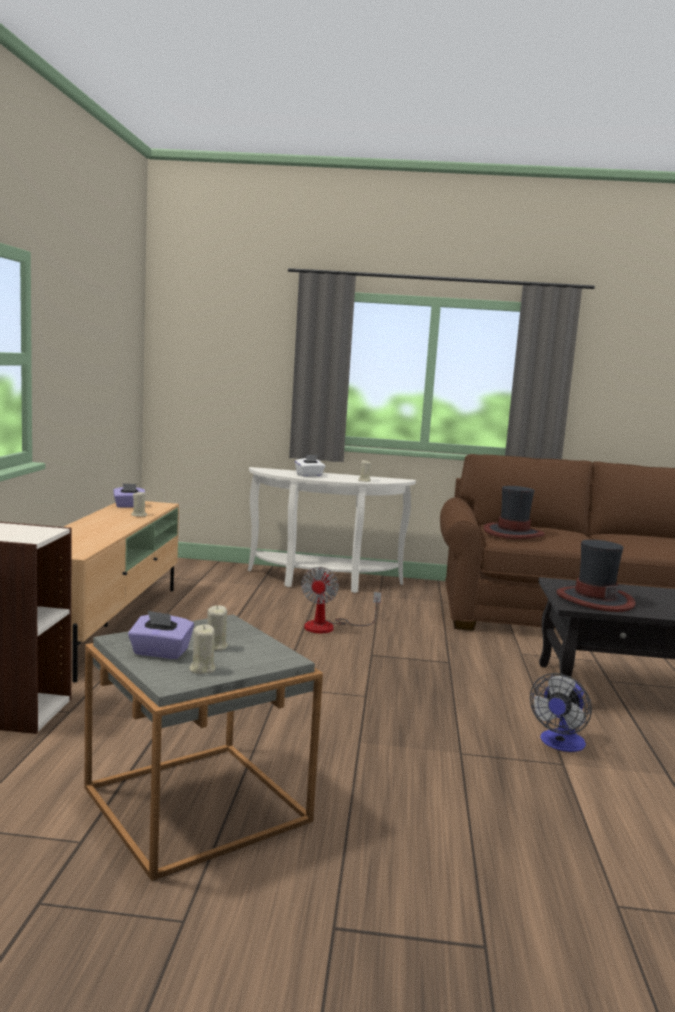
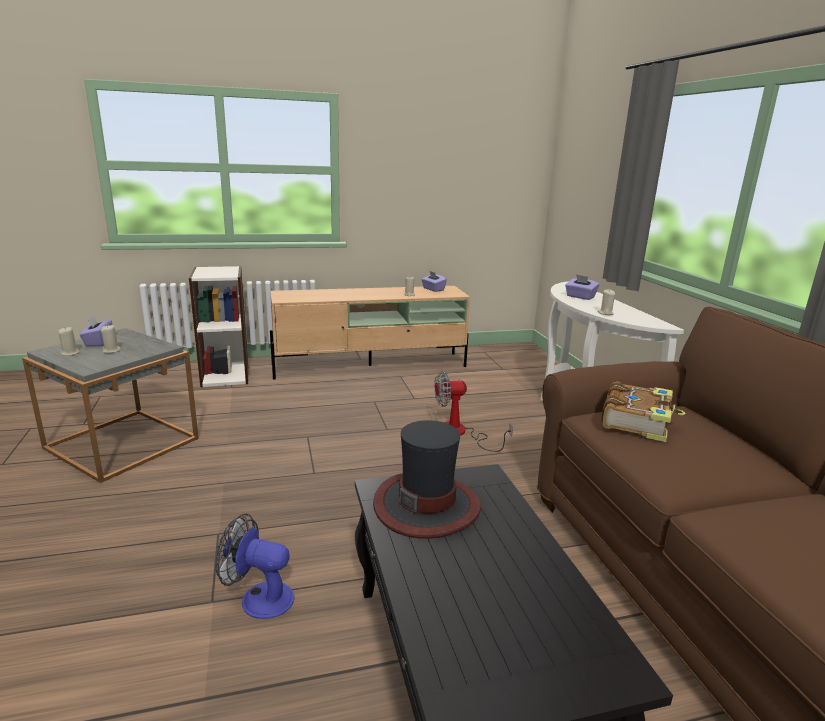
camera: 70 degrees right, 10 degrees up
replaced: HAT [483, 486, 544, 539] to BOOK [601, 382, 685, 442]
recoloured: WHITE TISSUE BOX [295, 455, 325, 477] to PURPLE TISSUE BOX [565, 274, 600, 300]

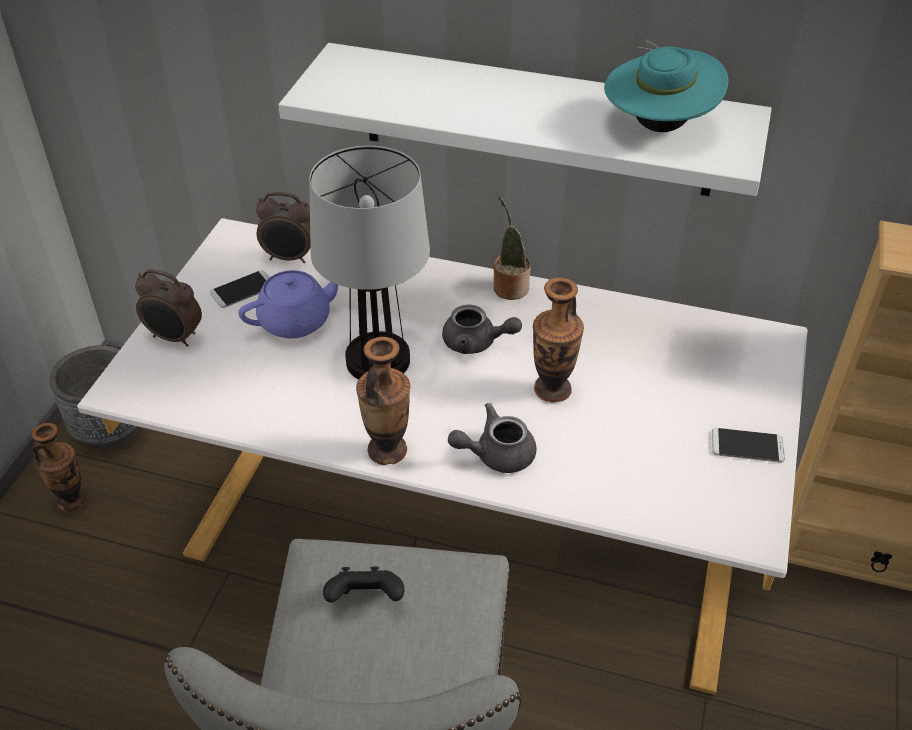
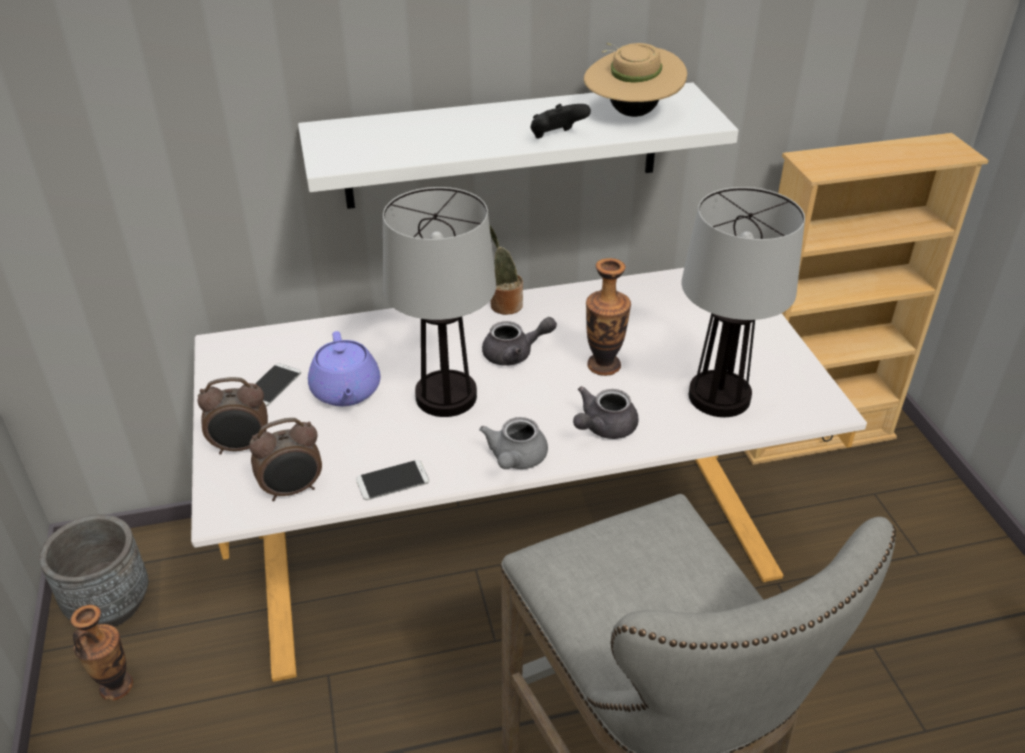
camera: 30 degrees left, 5 degrees down
added: TABLE LAMP [681, 187, 805, 417]
moved: ALARM CLOCK [256, 192, 311, 263] to [249, 418, 322, 501]; BLACK GAME CONTROLLER [323, 567, 404, 603] to [530, 104, 591, 139]; PHONE [712, 428, 785, 463] to [356, 460, 429, 500]
replaced: VASE [356, 337, 410, 465] to GREY TEAPOT [479, 417, 548, 469]
recoloured: TURQUOISE HAT [604, 39, 728, 132] to BEIGE HAT [584, 43, 687, 117]
turned: PURPLE TEAPOT [238, 270, 338, 338] = [308, 331, 380, 406] 135 degrees clockwise

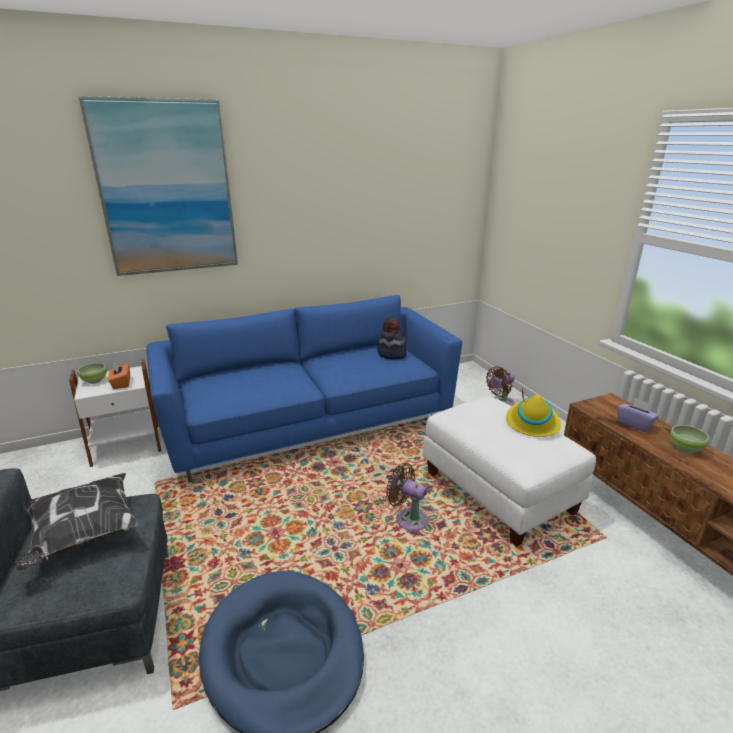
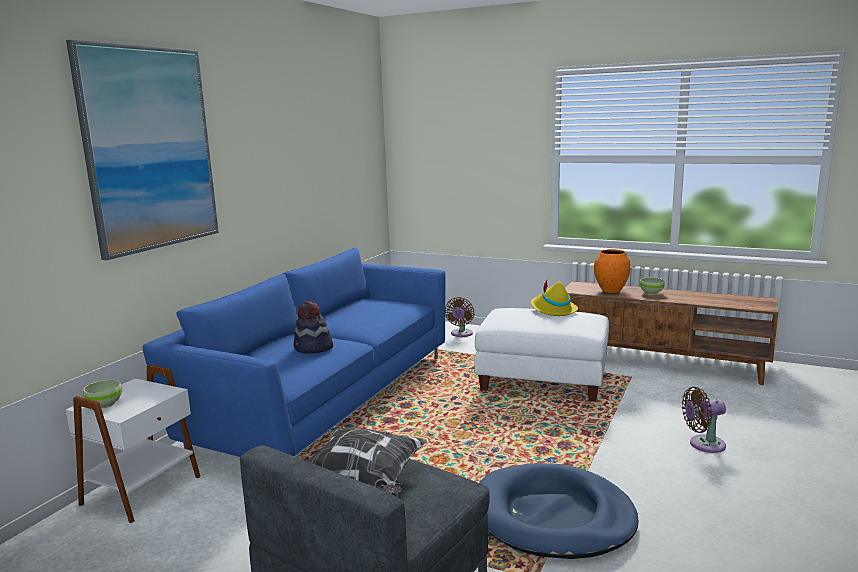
camera: 40 degrees left, 10 degrees down
removed: ORANGE TISSUE BOX [108, 362, 130, 389]
moved: HAT [378, 317, 406, 359] to [294, 301, 333, 354]; BROWN FAN [386, 463, 428, 531] to [682, 387, 726, 453]
replaced: PURPLE TISSUE BOX [617, 398, 659, 432] to ORANGE VASE [594, 249, 631, 293]

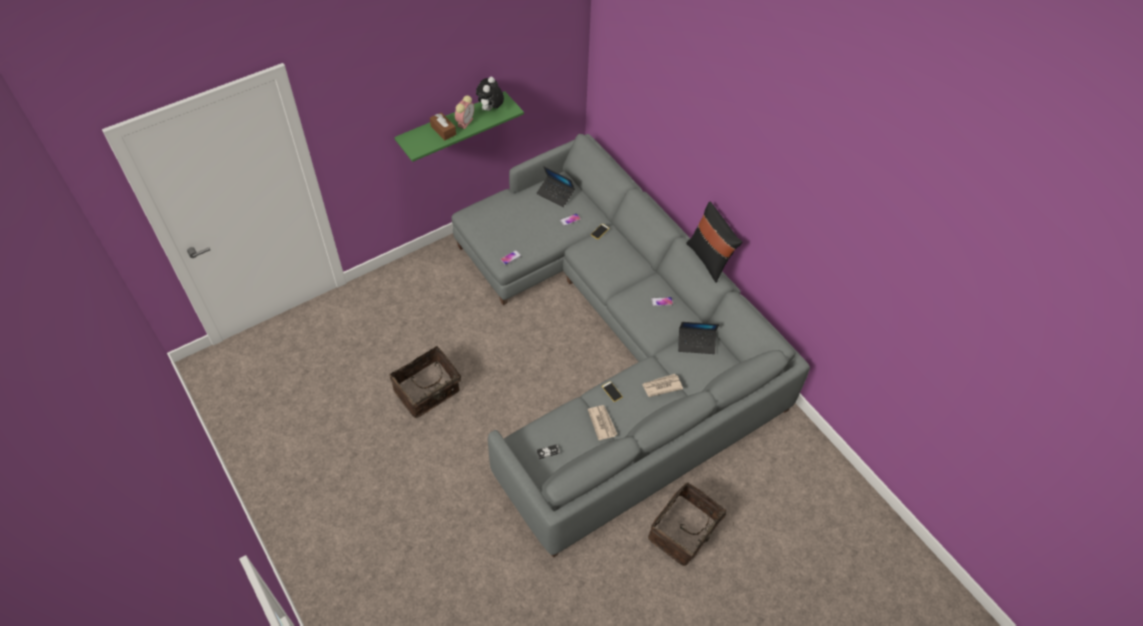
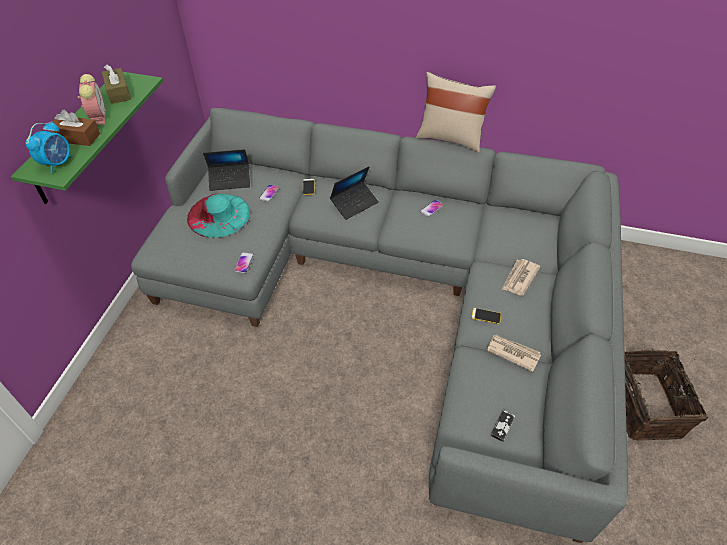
camera: 40 degrees left, 5 degrees down
removed: BASKET [390, 346, 464, 418]
added: ALARM CLOCK [25, 121, 71, 174]; TURQUOISE HAT [187, 194, 250, 238]
moved: LAPTOP [678, 322, 720, 354] to [330, 167, 379, 220]
replaced: PLUSH TOY [476, 77, 504, 111] to BROWN TISSUE BOX [102, 64, 131, 104]
recoloured: BLACK PILLOW [686, 202, 742, 283] to BEIGE PILLOW [416, 72, 496, 153]

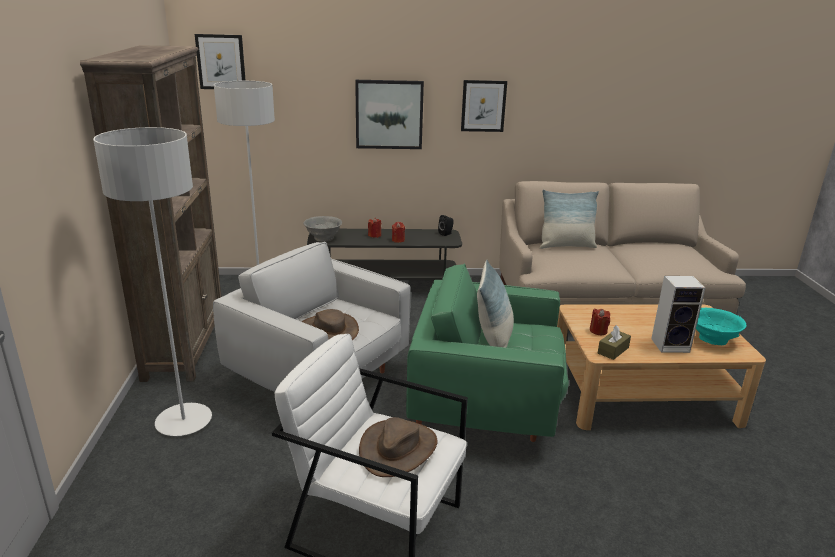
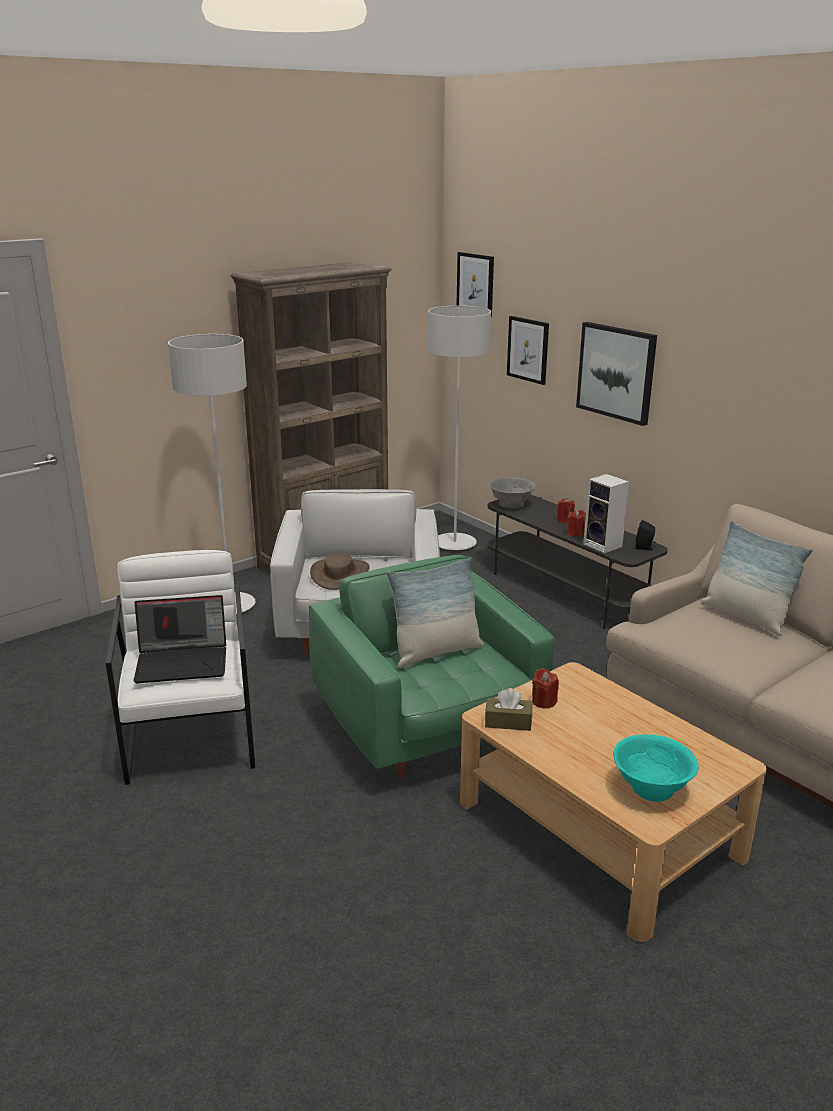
camera: 55 degrees right, 0 degrees up
moved: PICTURE [461, 80, 507, 132] to [507, 316, 549, 385]; SPEAKER [651, 276, 705, 353] to [583, 474, 629, 553]
replaced: BROWN HAT [359, 417, 437, 477] to LAPTOP [133, 595, 226, 683]

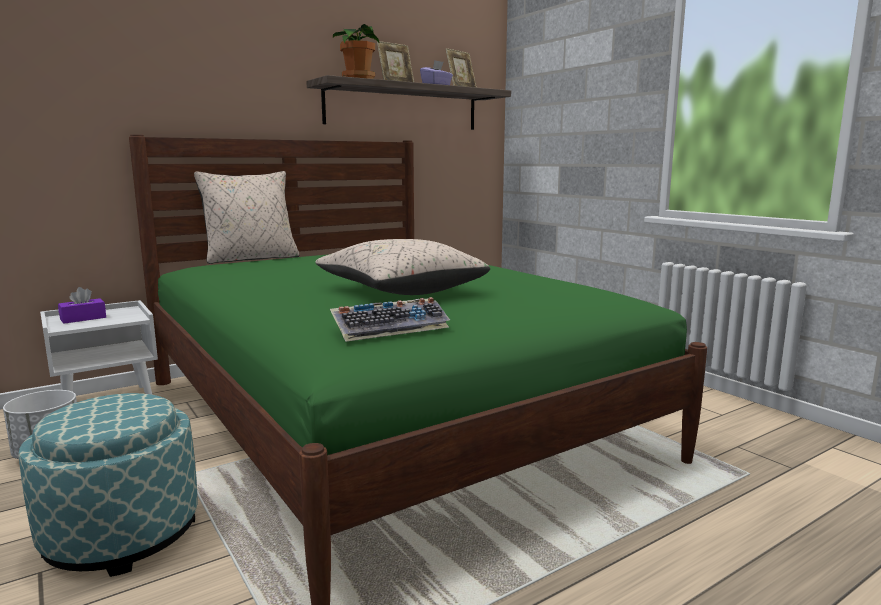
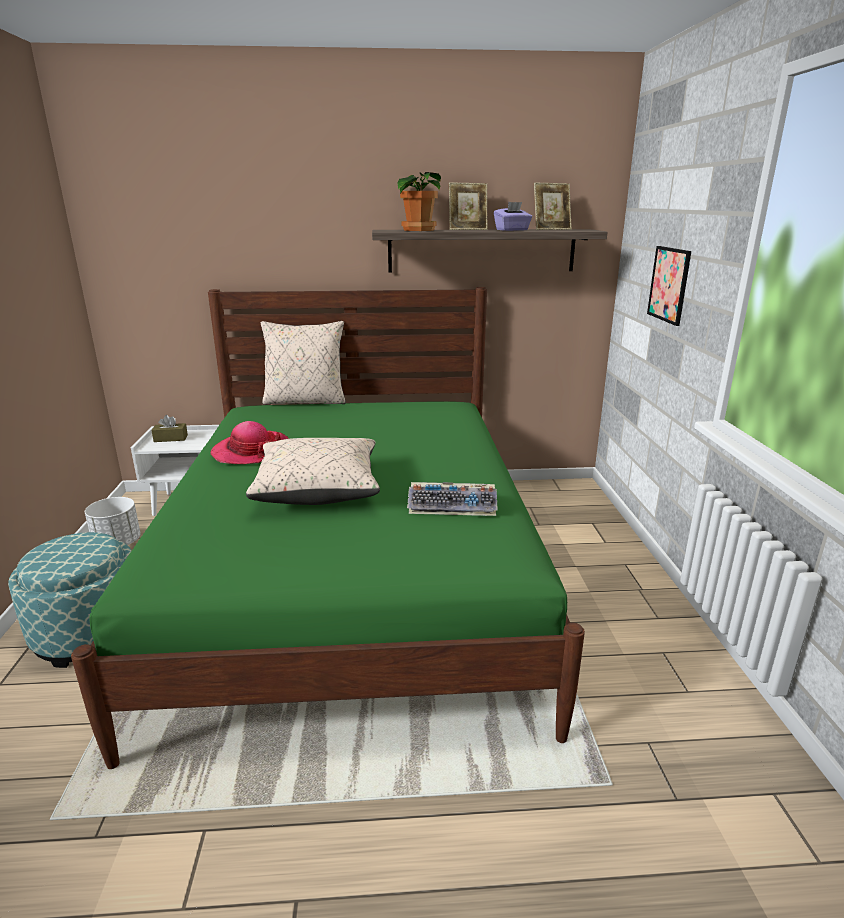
camera: 30 degrees right, 10 degrees up
added: HAT [211, 421, 289, 464]; PICTURE [647, 246, 691, 326]
moved: KEYBOARD [330, 297, 450, 342] to [407, 482, 498, 516]
recoloured: PURPLE TISSUE BOX [58, 287, 106, 324] to BROWN TISSUE BOX [152, 415, 188, 442]

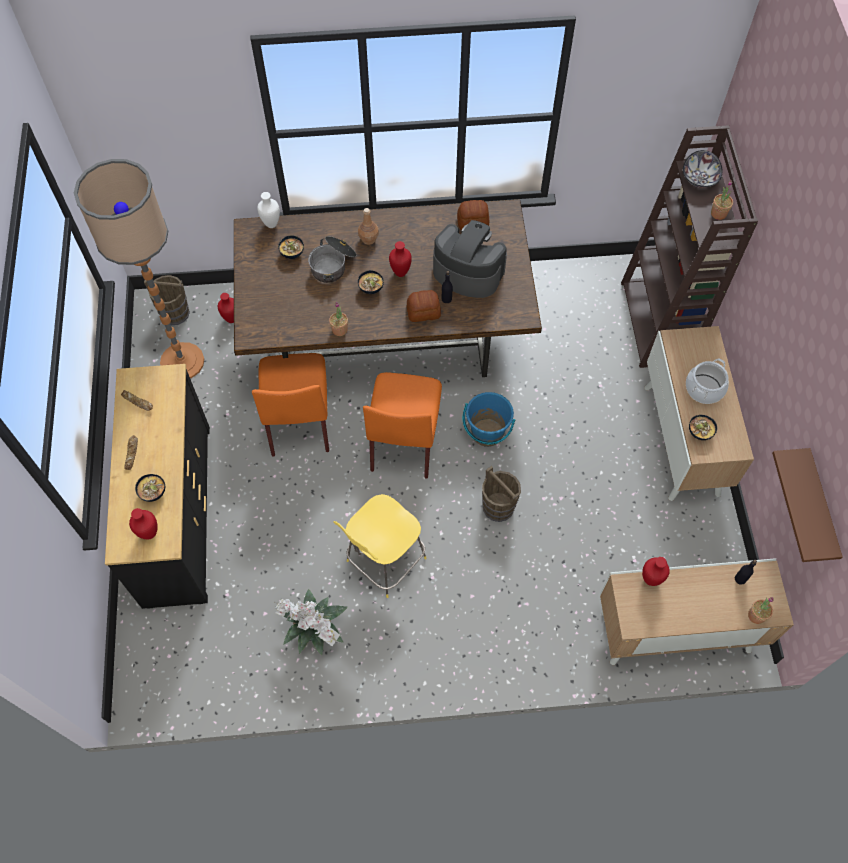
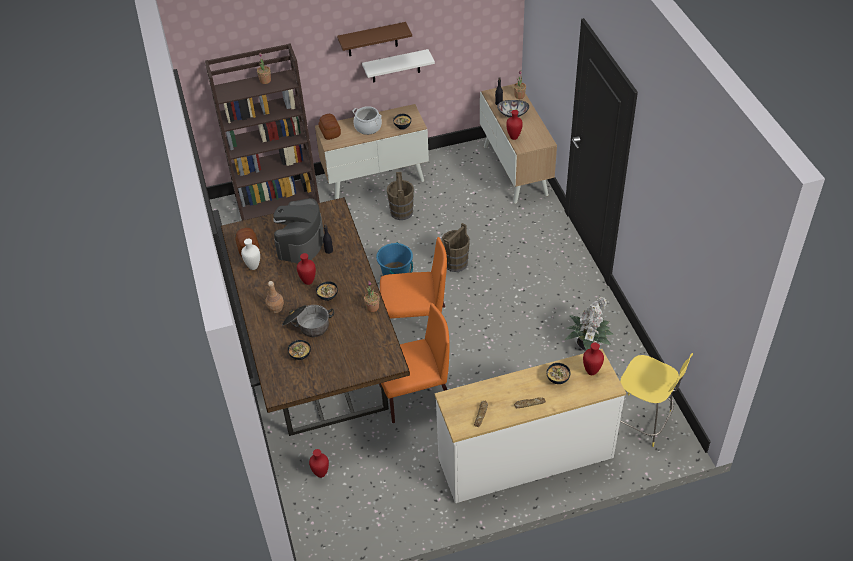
camera: 100 degrees left, 15 degrees down
removed: FLOOR LAMP [74, 159, 204, 378]
added: WHITE SHELF [362, 49, 435, 82]
moved: BROWN BUCKET [144, 275, 190, 325] to [387, 172, 414, 220]; WHITE VASE [257, 192, 280, 228] to [241, 238, 260, 270]; YELLOW STOOL [333, 494, 427, 598] to [620, 353, 693, 447]; BREAD [407, 290, 441, 322] to [318, 114, 341, 140]; BOWL [683, 150, 722, 188] to [497, 100, 529, 118]; BROWN SHELF [772, 448, 843, 562] to [337, 22, 412, 56]
recoloured: BLACK DRESSER [105, 364, 210, 609] to WHITE DRESSER [435, 349, 626, 503]

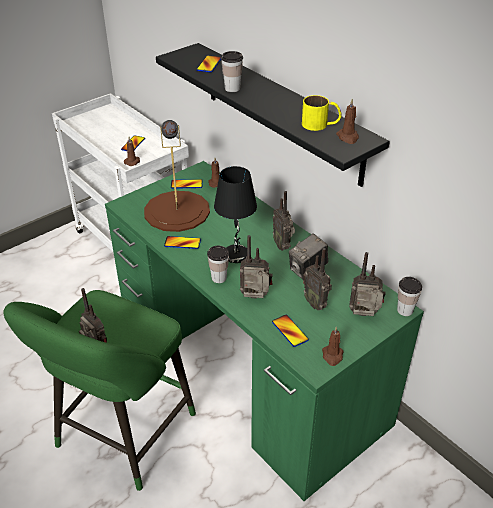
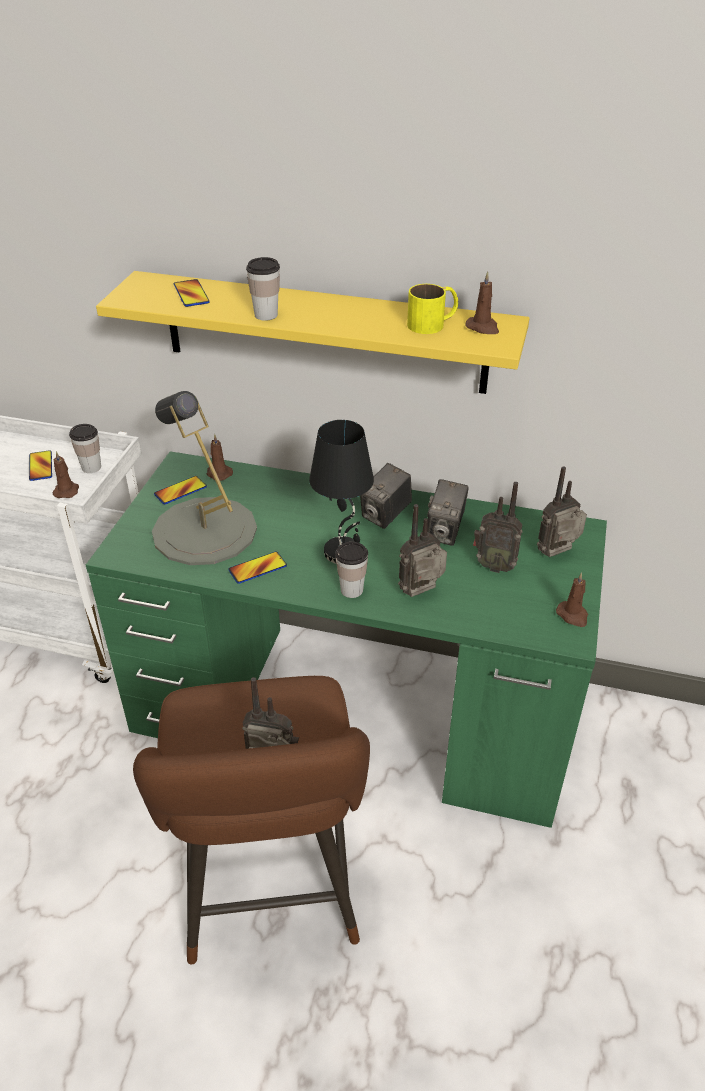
camera: 35 degrees left, 0 degrees up
removed: PHONE [272, 315, 309, 347]
moved: CUP [397, 277, 422, 316] to [69, 424, 101, 473]
replaced: RADIO [273, 191, 295, 251] to PHOTO CAMERA [360, 463, 412, 529]
recoloured: GREEN STOOL [3, 290, 196, 491] to BROWN STOOL [133, 676, 370, 965]; BROWN TABLE LAMP [144, 120, 210, 232] to GREY TABLE LAMP [152, 391, 257, 565]; BLACK SHELF [156, 43, 390, 187] to YELLOW SHELF [96, 271, 530, 394]

